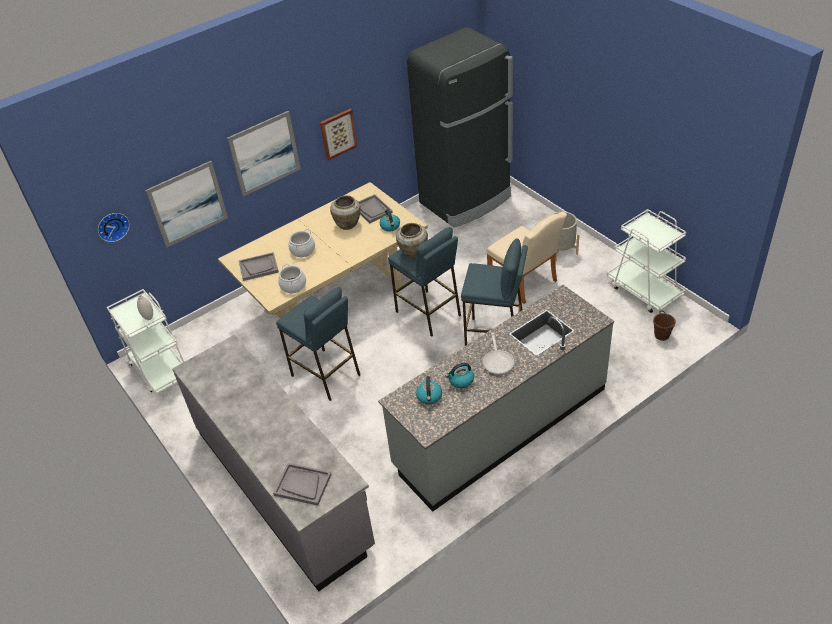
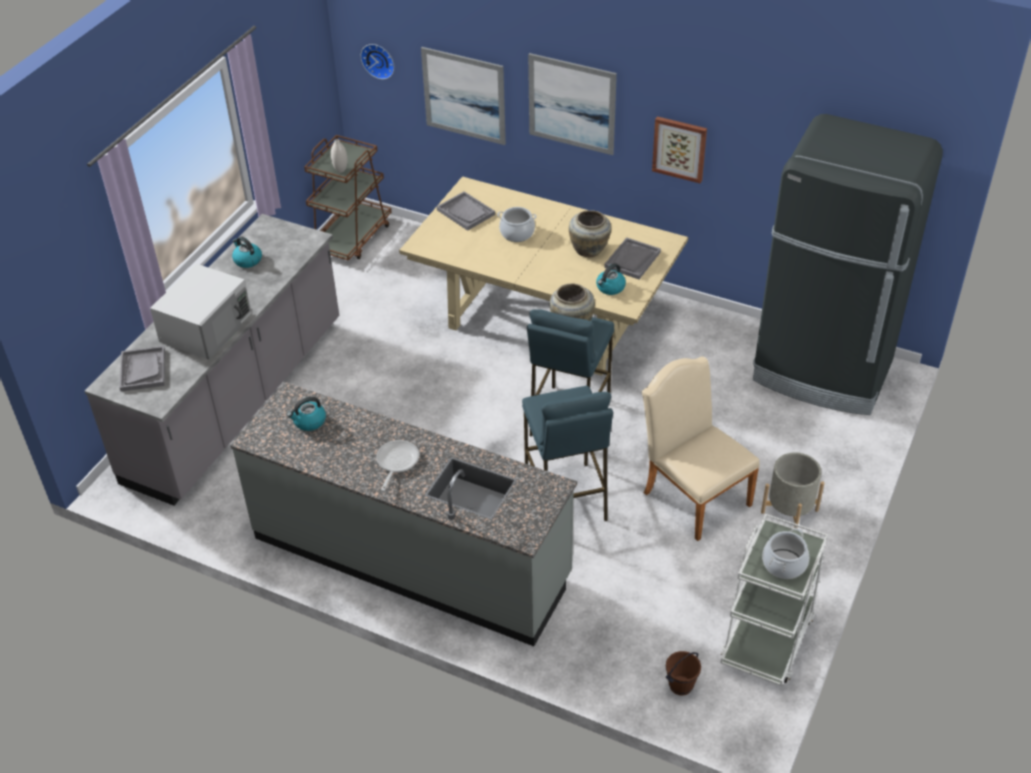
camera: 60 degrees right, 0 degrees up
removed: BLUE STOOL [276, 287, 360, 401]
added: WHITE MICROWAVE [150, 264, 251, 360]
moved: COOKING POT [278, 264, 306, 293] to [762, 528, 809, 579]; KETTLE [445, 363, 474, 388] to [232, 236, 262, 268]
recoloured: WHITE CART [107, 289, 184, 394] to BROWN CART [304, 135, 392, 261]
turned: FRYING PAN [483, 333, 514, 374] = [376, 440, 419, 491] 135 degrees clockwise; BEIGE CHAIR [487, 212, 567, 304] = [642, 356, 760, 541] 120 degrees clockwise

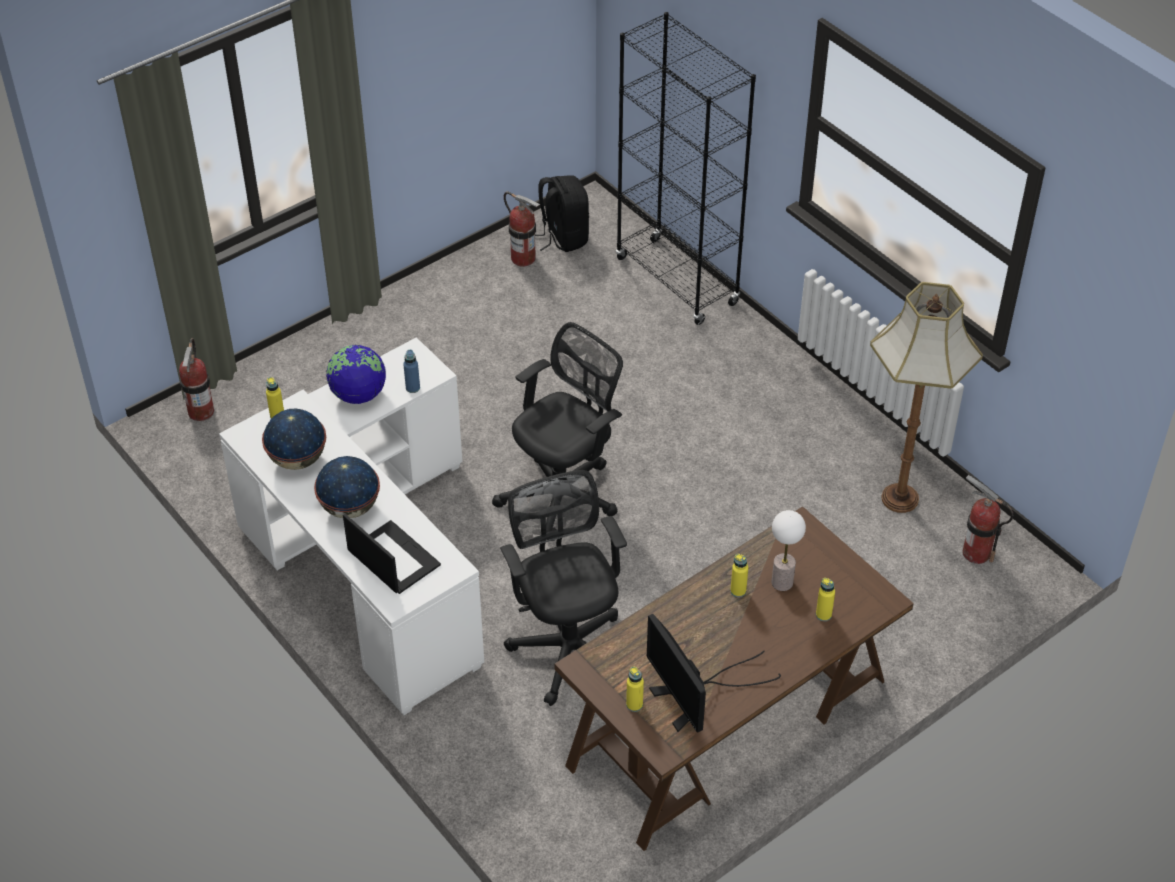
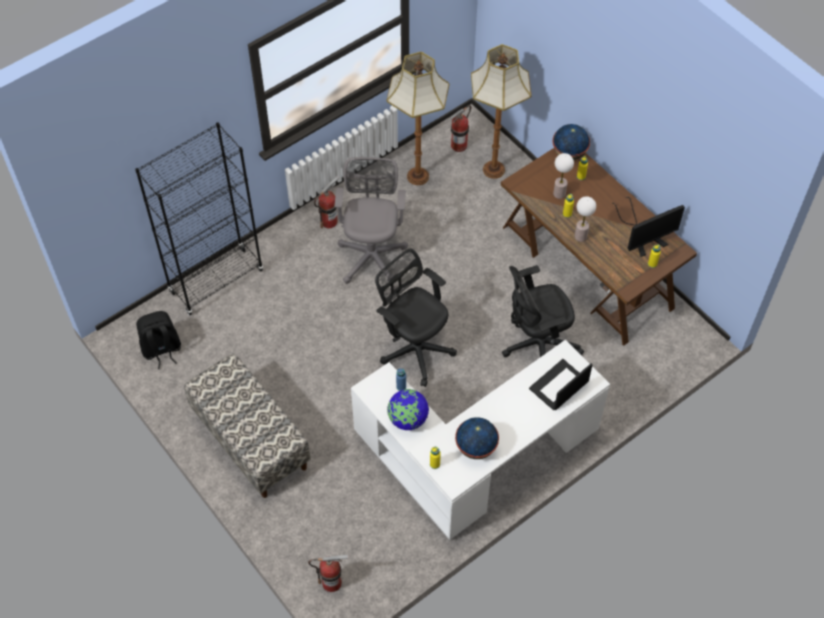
camera: 90 degrees left, 10 degrees up
added: BENCH [184, 353, 311, 498]; GREY OFFICE CHAIR [335, 157, 408, 284]; FLOOR LAMP [471, 44, 531, 179]; TABLE LAMP [575, 196, 596, 242]
moved: GLOBE [314, 456, 380, 518] to [553, 124, 590, 160]; FIRE EXTINGUISHER [504, 191, 540, 267] to [314, 177, 339, 228]

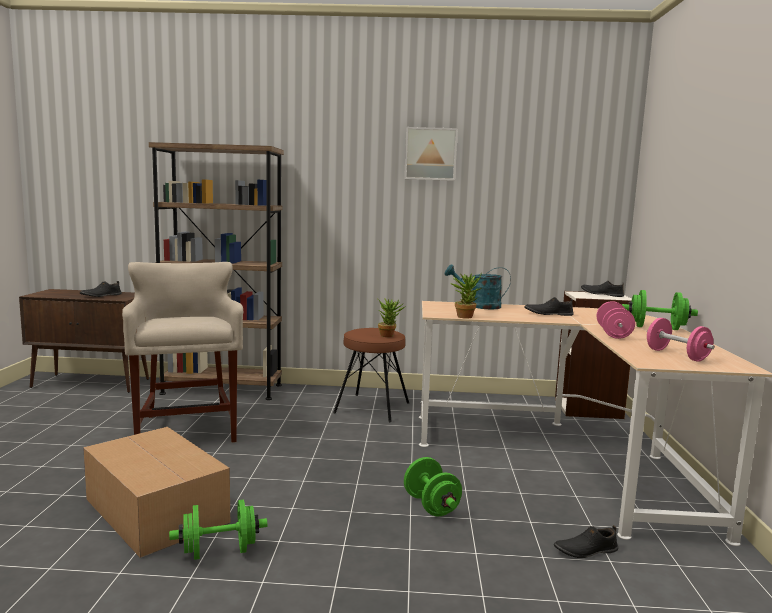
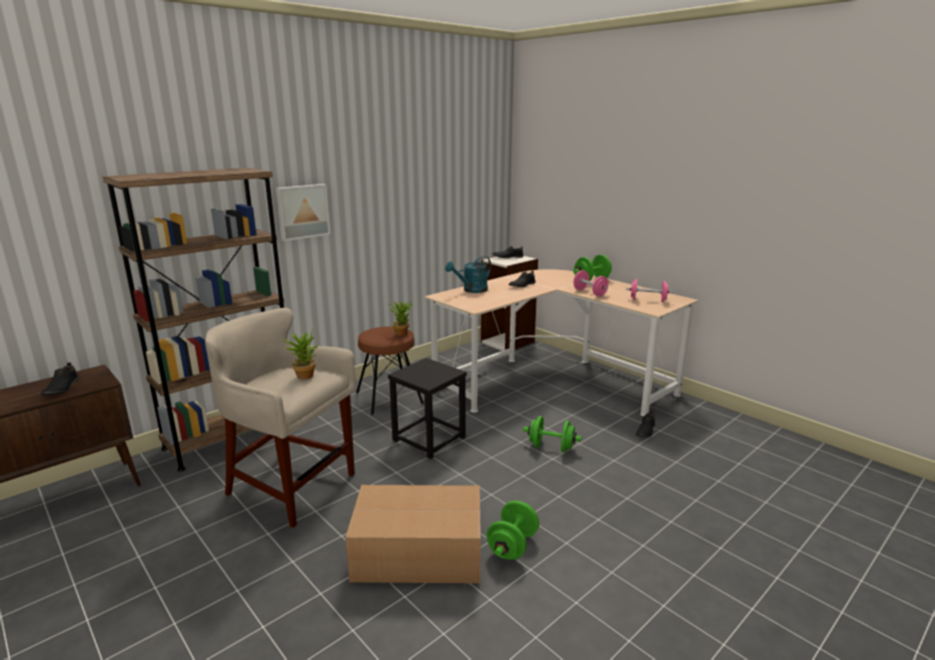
camera: 45 degrees left, 10 degrees up
added: BLACK STOOL [388, 358, 467, 459]
moved: PICTURE [404, 127, 458, 181] to [276, 184, 330, 241]; POTTED PLANT [451, 273, 482, 319] to [281, 332, 319, 380]

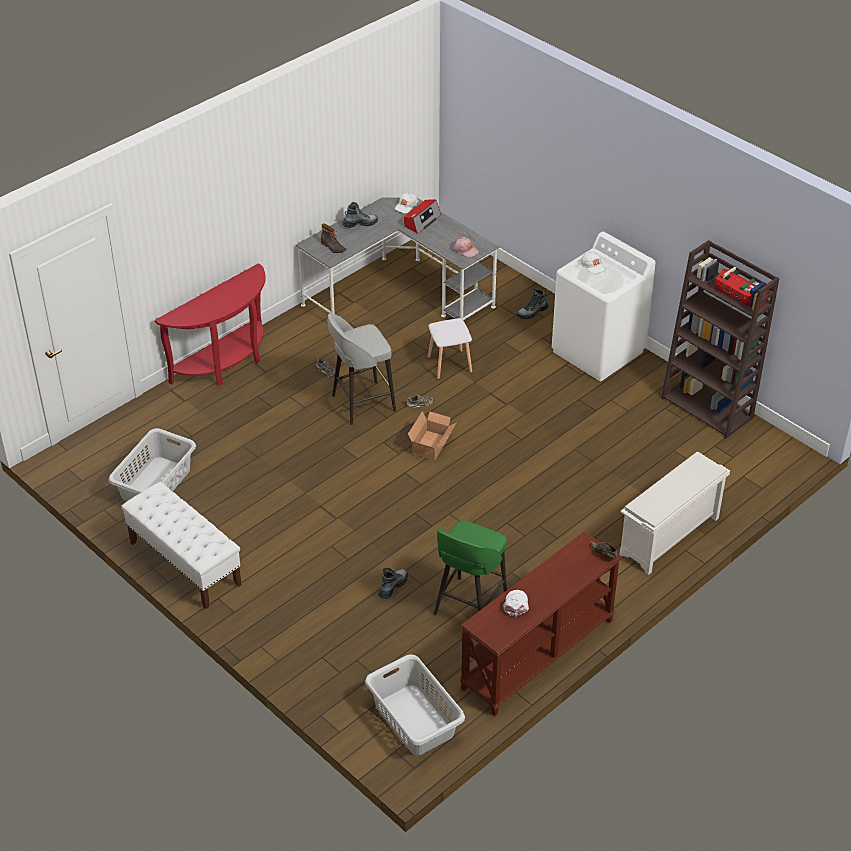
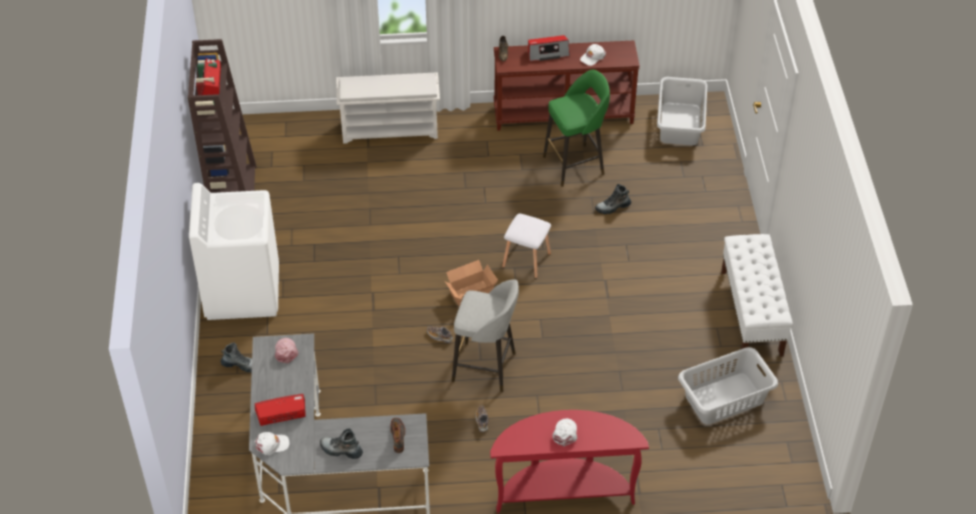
camera: 140 degrees left, 5 degrees up
added: RADIO [528, 35, 570, 61]
moved: WHITE STOOL [428, 318, 472, 379] to [502, 213, 551, 279]; WHITE CAP [581, 251, 606, 274] to [553, 418, 577, 447]

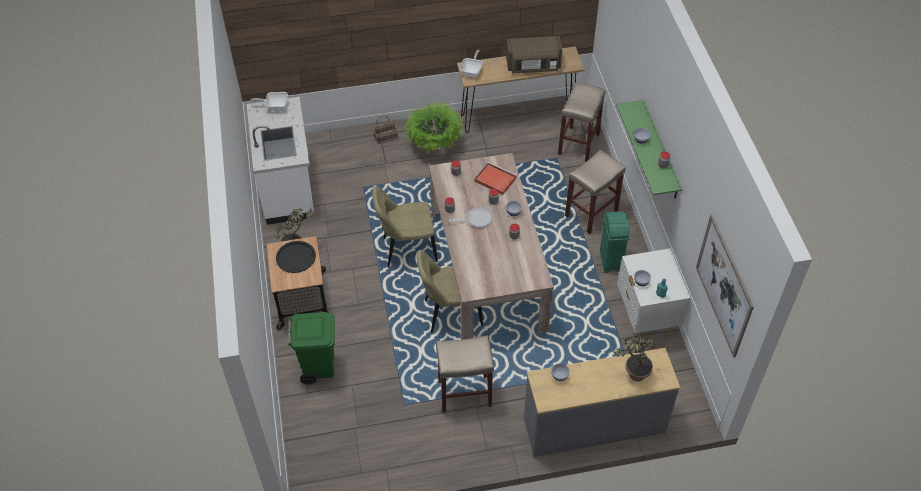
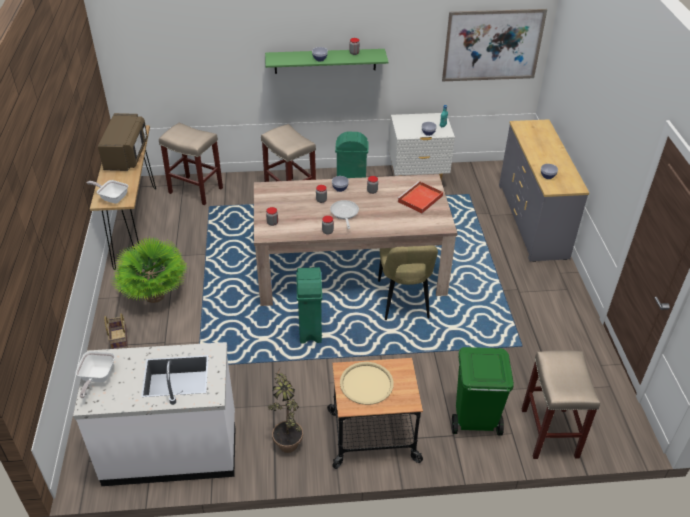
camera: 85 degrees left, 10 degrees down
removed: POTTED PLANT [611, 337, 655, 381]
moved: BEIGE STOOL [436, 335, 494, 412] to [522, 350, 600, 459]; RED TRAY [475, 162, 517, 195] to [397, 181, 443, 213]
replaced: BEIGE CHAIR [372, 186, 438, 268] to GREEN TRASH CAN [297, 267, 322, 343]
recoloured: BLACK TRAY [276, 241, 316, 273] to BEIGE TRAY [340, 362, 394, 405]

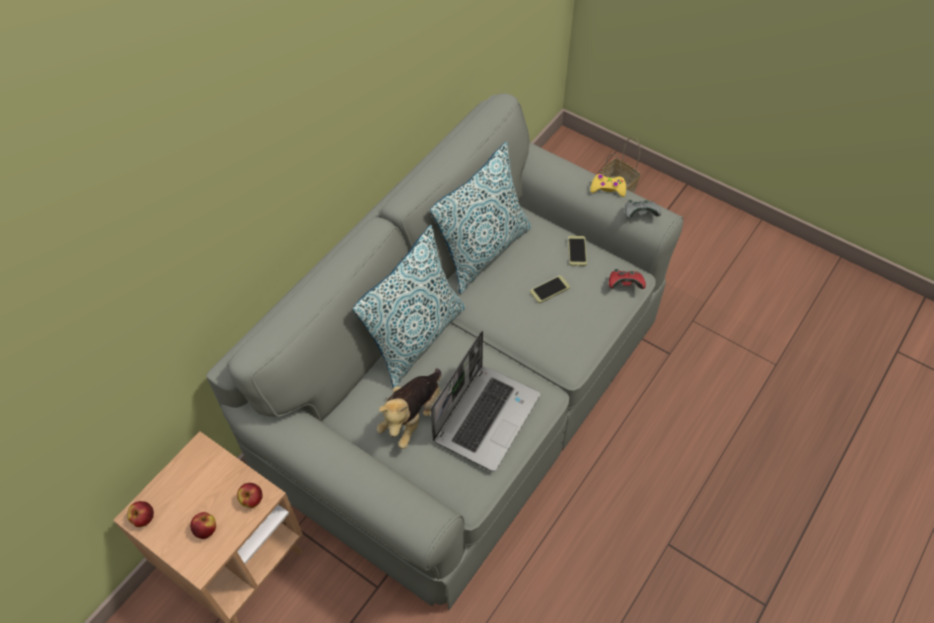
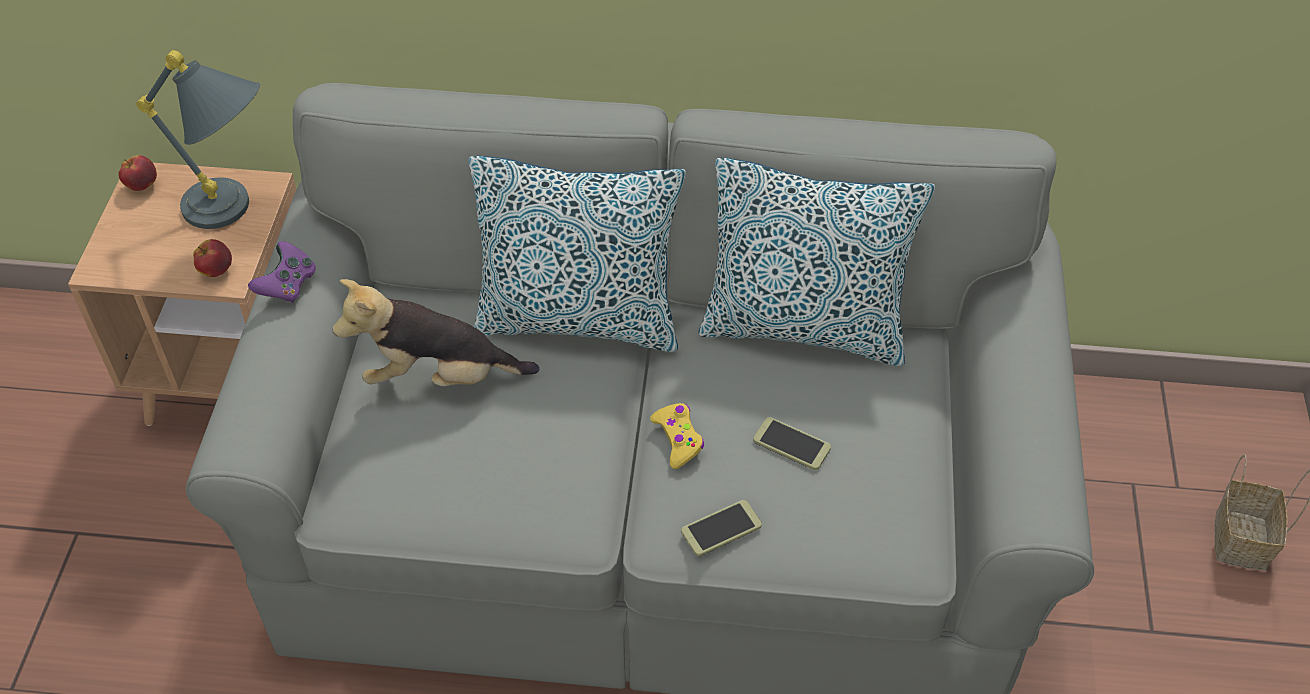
camera: 60 degrees right, 5 degrees down
removed: APPLE [190, 512, 216, 539]; LAPTOP [430, 331, 540, 471]; RED GAME CONTROLLER [609, 269, 646, 289]; GREY GAME CONTROLLER [625, 200, 661, 218]
added: GREY TABLE LAMP [136, 50, 260, 229]; PURPLE GAME CONTROLLER [248, 241, 316, 303]
moved: PHONE [568, 236, 587, 266] to [681, 500, 762, 556]; YELLOW GAME CONTROLLER [590, 174, 626, 197] to [650, 403, 704, 469]

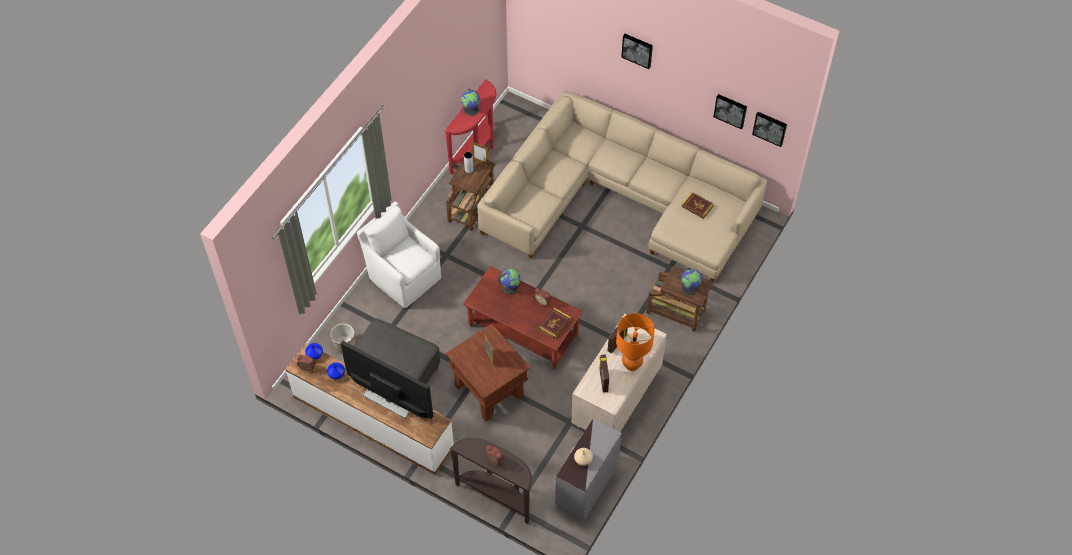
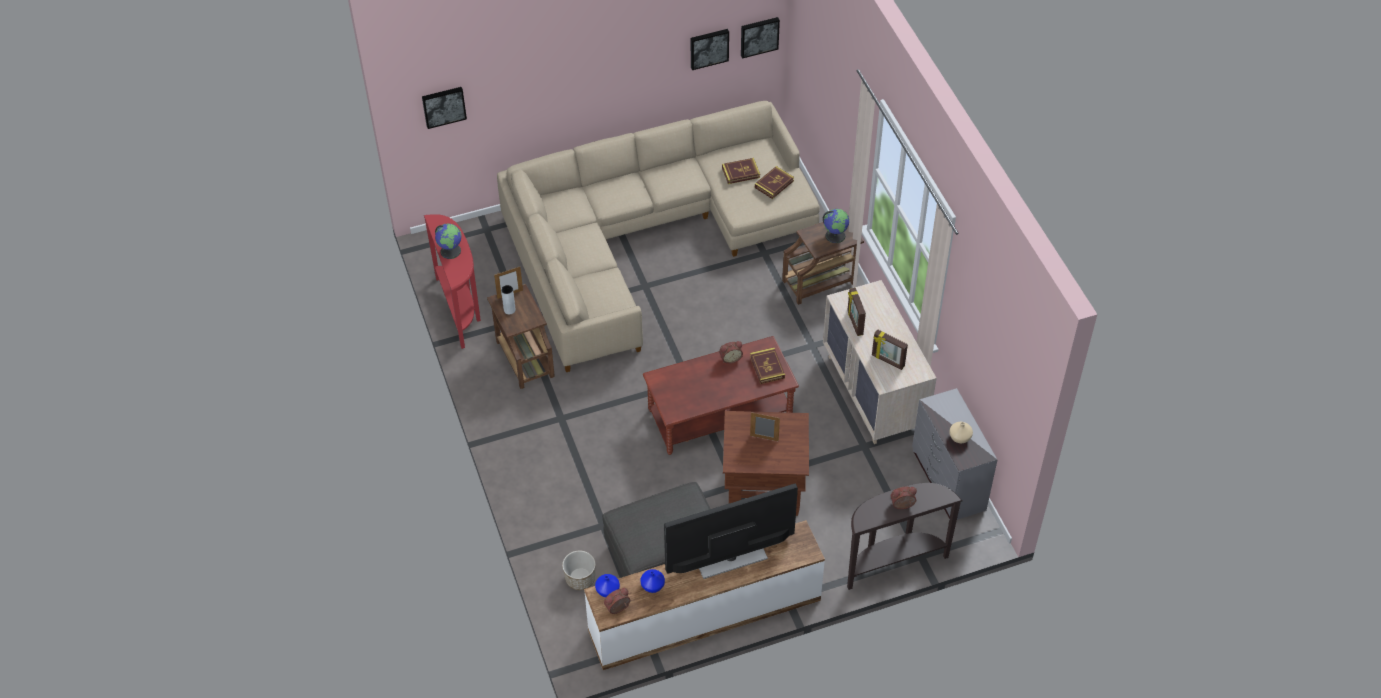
camera: 50 degrees left, 5 degrees down
removed: WHITE ARMCHAIR [357, 201, 441, 308]; GLOBE [498, 268, 520, 295]; ORANGE TABLE LAMP [616, 313, 655, 371]
added: BOOK [755, 166, 794, 199]
moved: PICTURE [621, 34, 653, 69] to [422, 87, 467, 129]

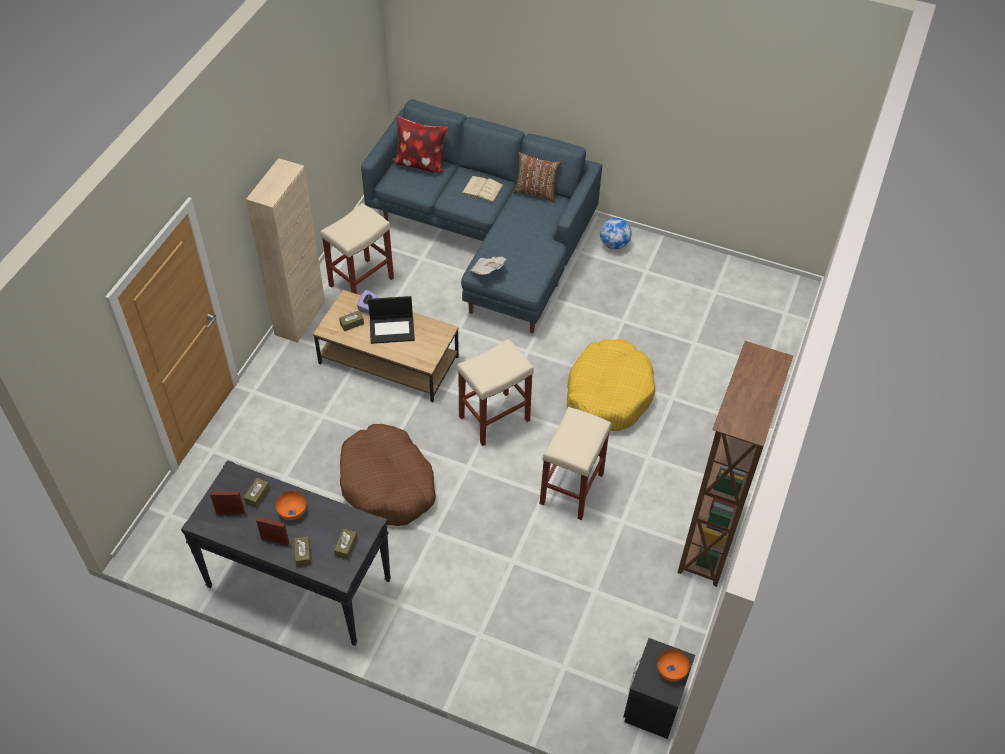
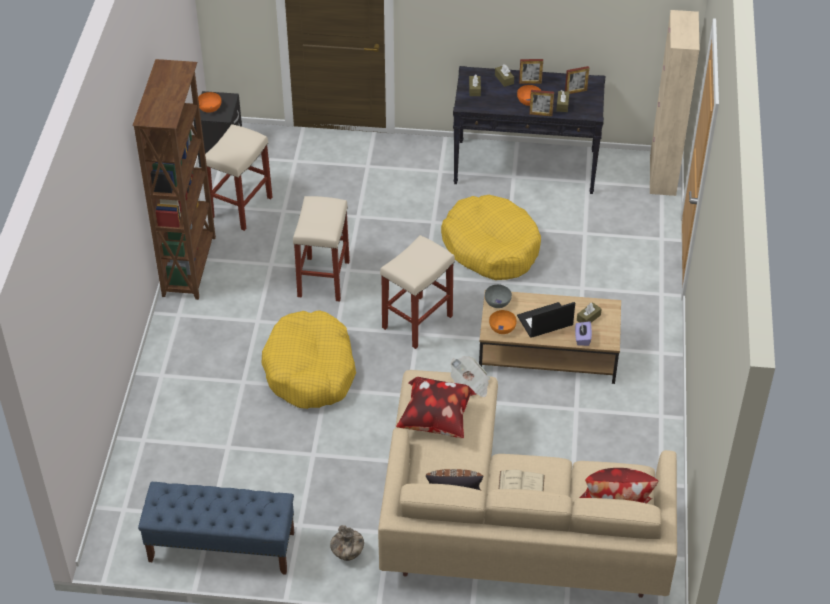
camera: 165 degrees right, 5 degrees down
added: BLUE BENCH [138, 482, 294, 575]; PILLOW [396, 377, 476, 438]; GREY BOWL [485, 285, 512, 308]; ORANGE BOWL [489, 310, 517, 334]; PICTURE FRAME [529, 90, 554, 116]
moved: BEIGE CABINET [246, 158, 325, 343] to [650, 10, 700, 196]; BEIGE STOOL [320, 203, 394, 294] to [205, 124, 272, 231]
replaced: GLOBE [600, 218, 632, 249] to VASE [330, 525, 364, 561]
recoloured: BROWN DOG BED [340, 424, 436, 526] to YELLOW DOG BED [441, 195, 541, 280]; BLUE SOFA [361, 99, 602, 333] to BEIGE SOFA [378, 370, 677, 598]

